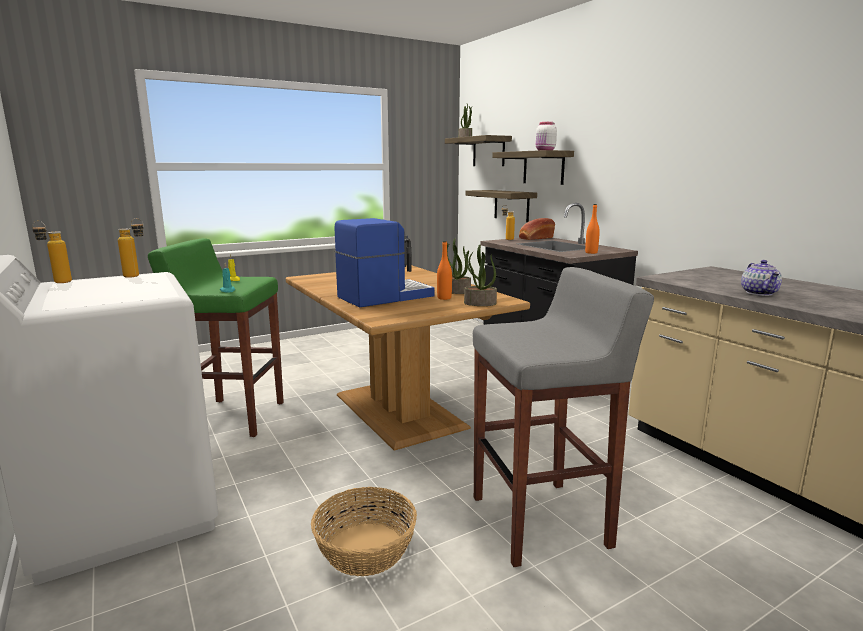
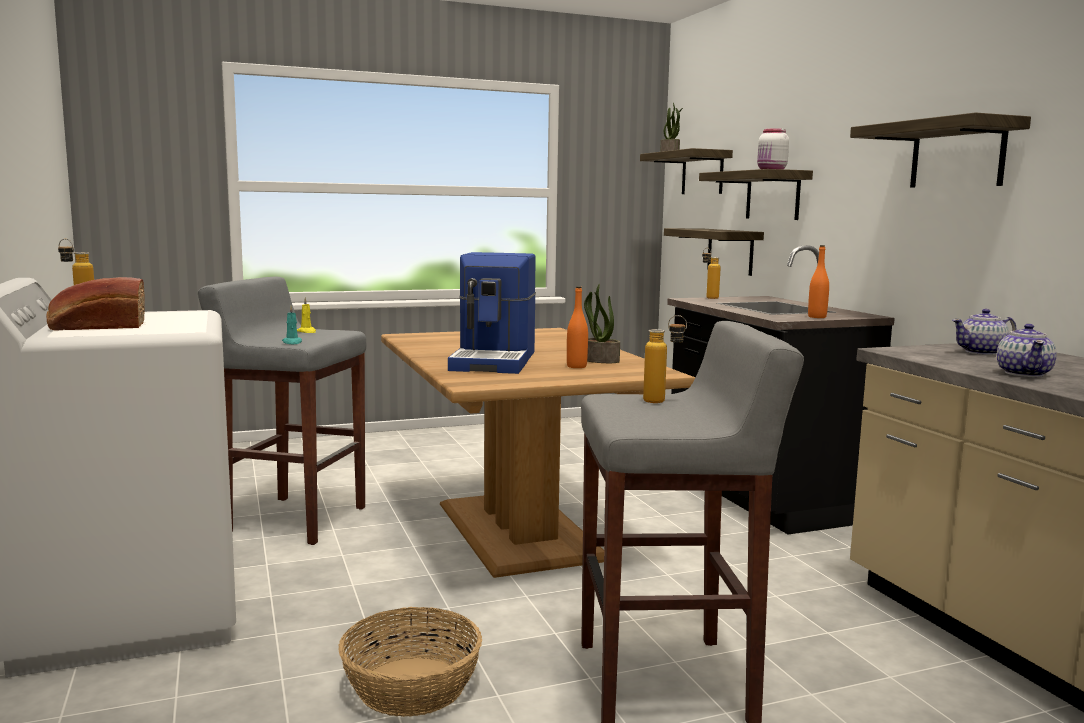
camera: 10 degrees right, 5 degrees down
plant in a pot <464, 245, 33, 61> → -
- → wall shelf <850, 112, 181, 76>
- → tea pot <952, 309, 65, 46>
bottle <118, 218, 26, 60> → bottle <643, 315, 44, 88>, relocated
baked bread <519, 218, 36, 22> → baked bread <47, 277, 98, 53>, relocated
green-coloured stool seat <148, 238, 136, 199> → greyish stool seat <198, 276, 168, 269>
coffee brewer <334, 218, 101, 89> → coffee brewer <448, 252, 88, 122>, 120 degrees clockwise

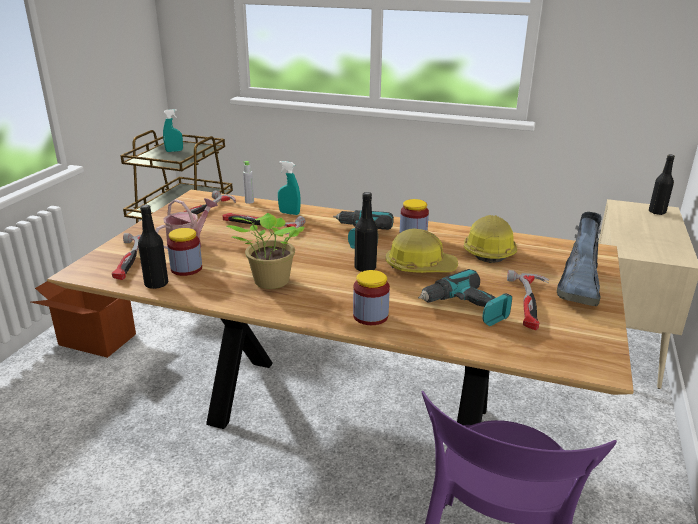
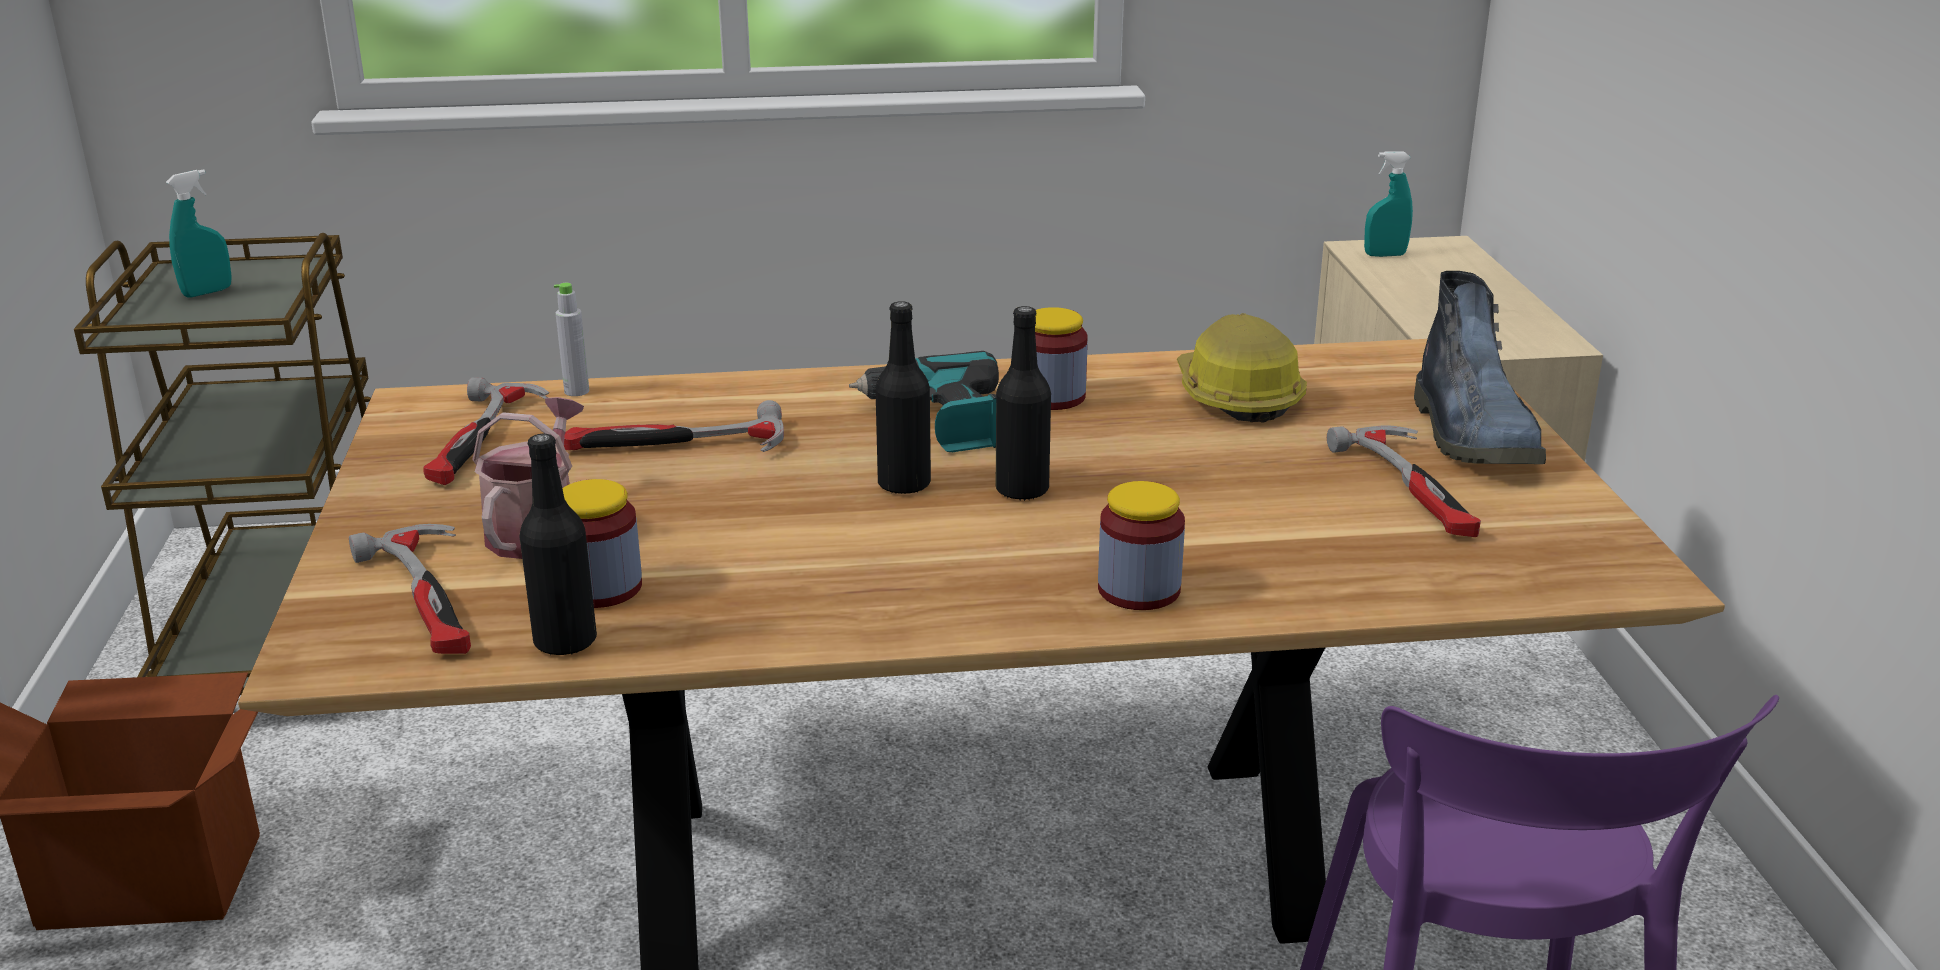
camera: 25 degrees left, 0 degrees up
plant in a pot <226, 213, 78, 76> → -
safety helmet <386, 229, 72, 44> → -
drill <418, 269, 94, 57> → -
blue-green spray bottle <278, 161, 23, 54> → blue-green spray bottle <1364, 151, 49, 106>, relocated
black bottle <649, 155, 26, 60> → black bottle <875, 301, 56, 193>, relocated

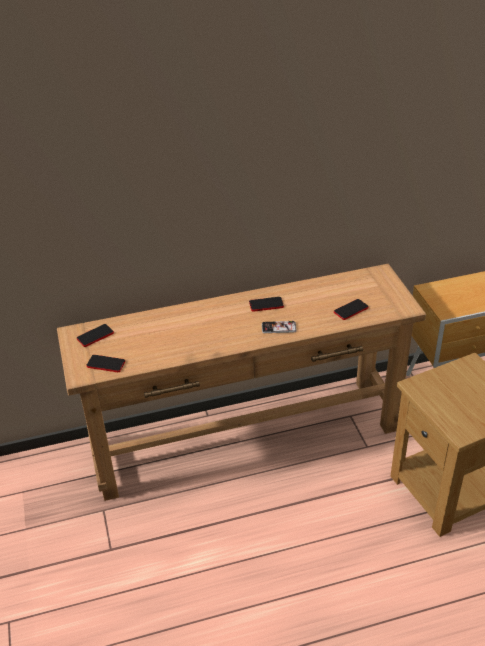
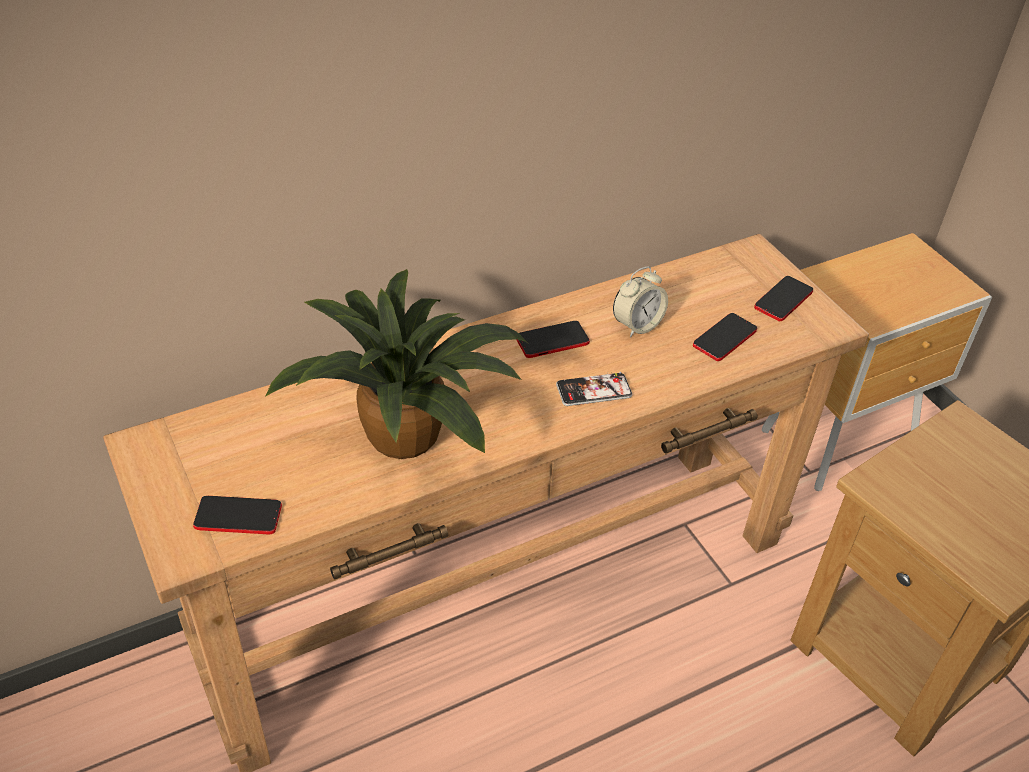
camera: 15 degrees left, 5 degrees up
- → plant in a pot <265, 269, 261, 190>
- → table clock <613, 266, 55, 71>
telephone <77, 324, 37, 23> → telephone <754, 276, 59, 45>, relocated

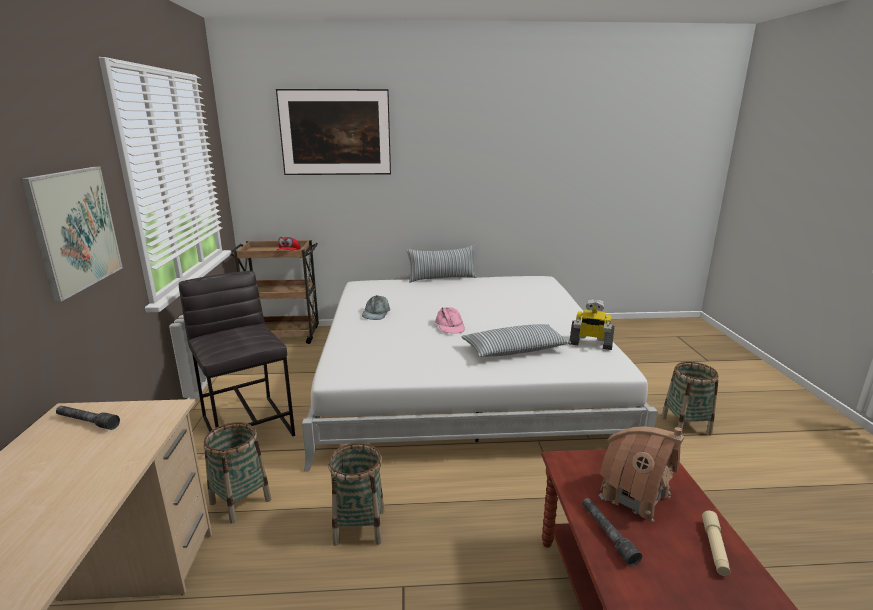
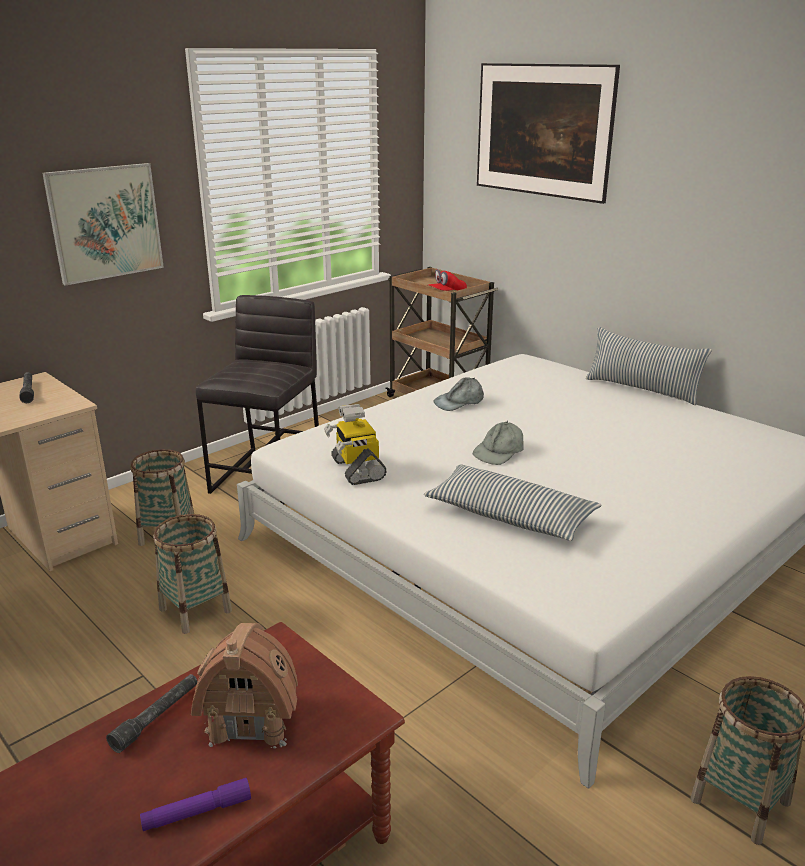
camera: 50 degrees right, 5 degrees up
robot figure <570, 299, 45, 51> → robot figure <324, 404, 63, 81>, relocated
pink-coloured peaked cap <435, 307, 30, 27> → greyish peaked cap <473, 421, 50, 44>
beige flashlight <702, 511, 28, 65> → purple flashlight <140, 778, 111, 53>

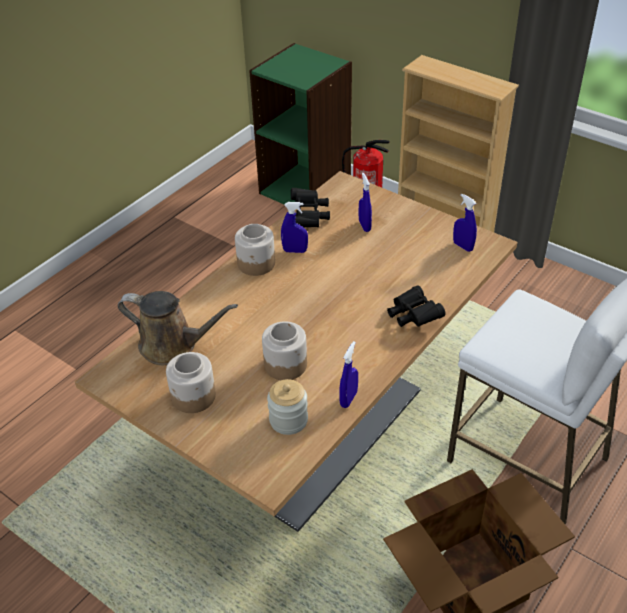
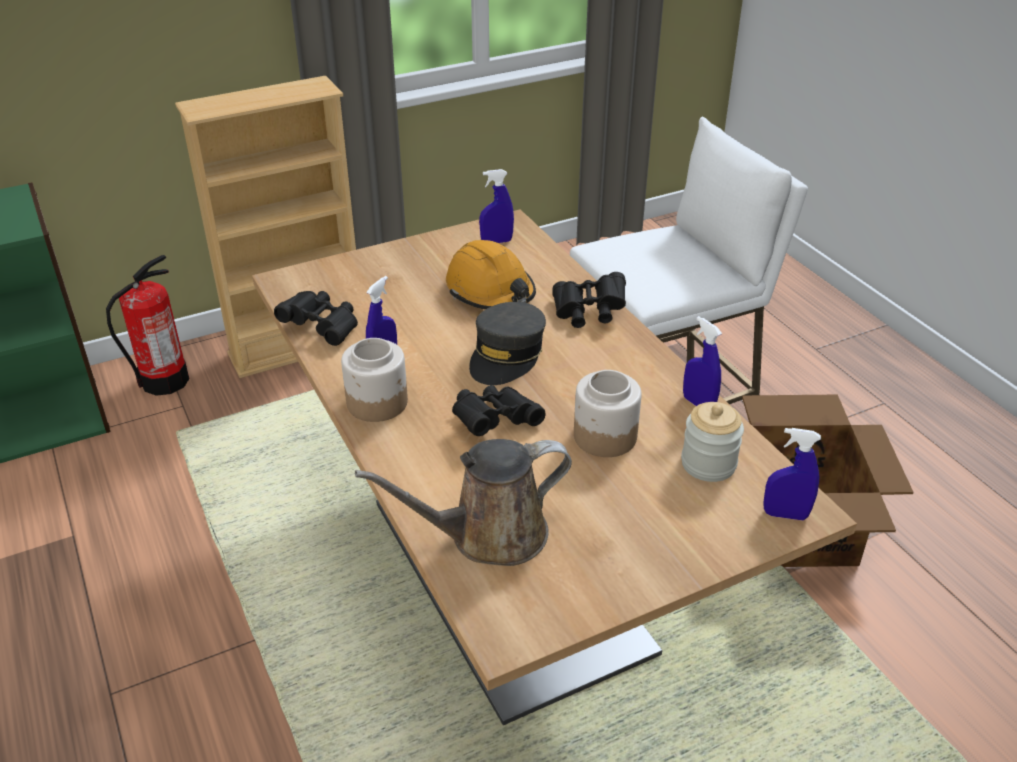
camera: 65 degrees left, 5 degrees down
preserve jar <166, 352, 50, 61> → -
- → orange-coloured safety helmet <446, 240, 90, 70>
- → black binoculars <452, 385, 93, 51>
- → greyish peaked cap <469, 302, 77, 83>
bluish spray bottle <359, 173, 13, 59> → bluish spray bottle <764, 428, 57, 92>, relocated
brown-coloured sprinkling can <118, 291, 120, 74> → brown-coloured sprinkling can <355, 439, 217, 127>, 150 degrees counterclockwise

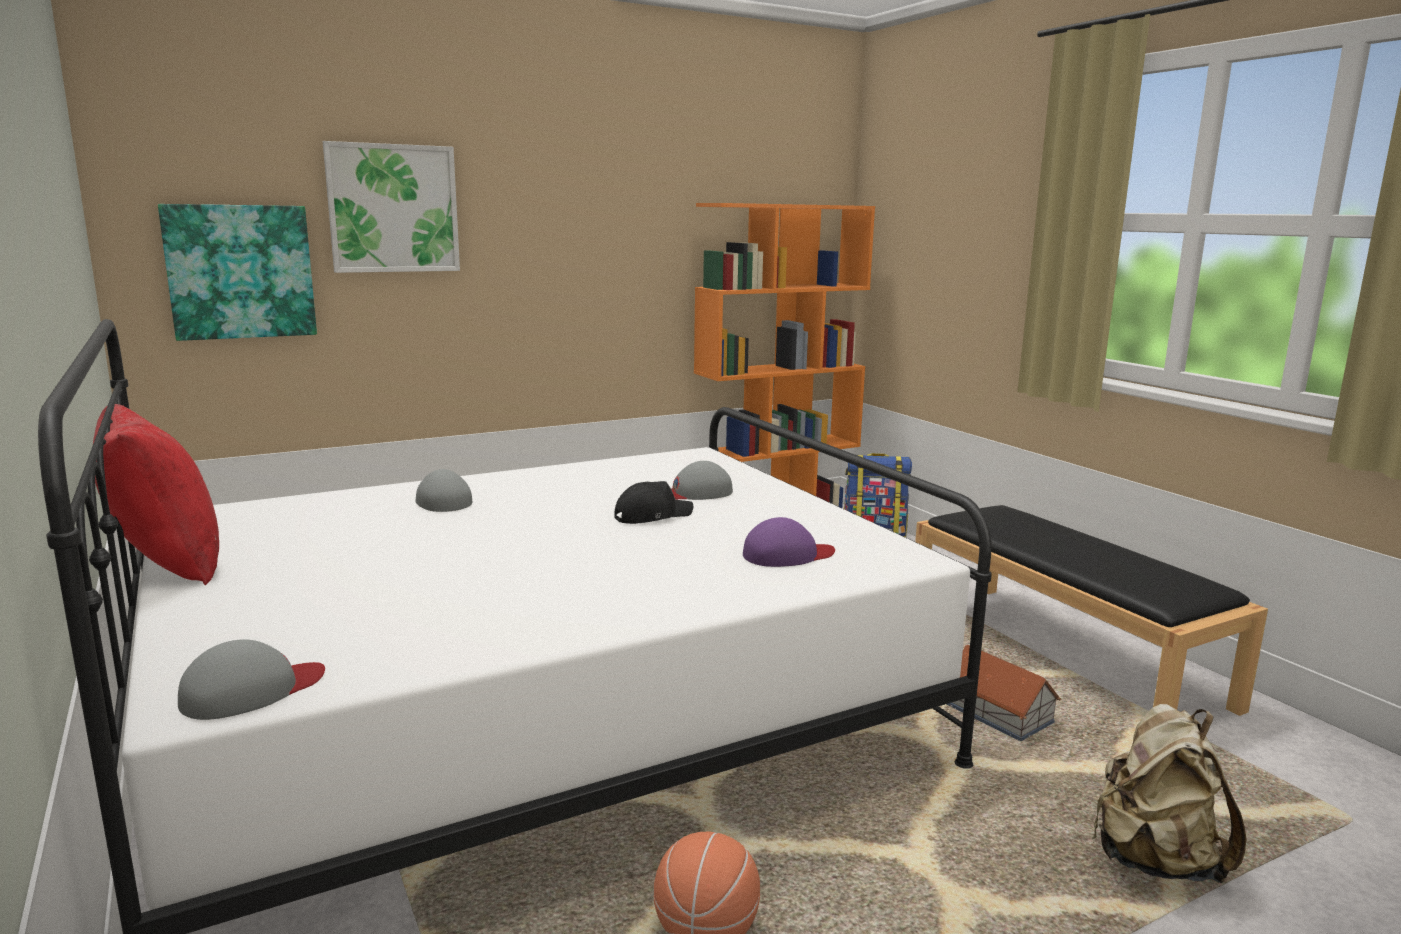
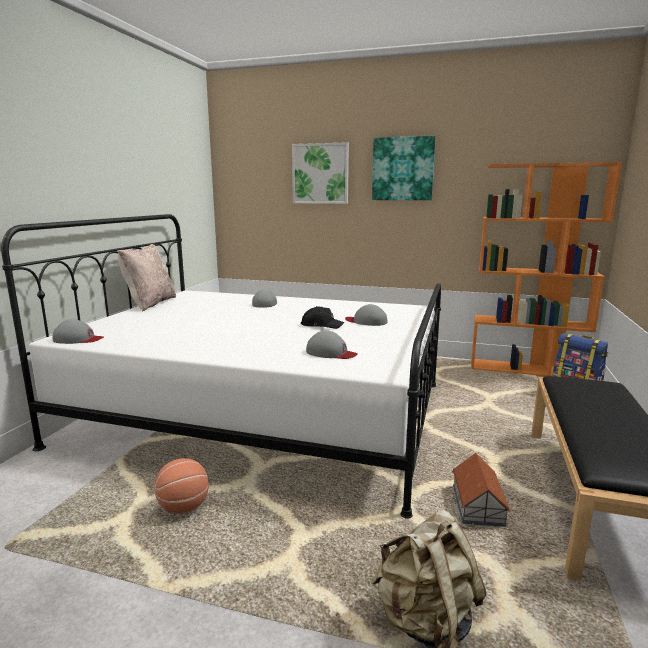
camera: 45 degrees right, 0 degrees up
wall art <158, 204, 159, 137> → wall art <372, 136, 64, 64>, relocated
red pillow <93, 404, 126, 181> → beige pillow <118, 244, 58, 68>
purple peaked cap <743, 517, 92, 50> → greyish peaked cap <306, 330, 52, 29>

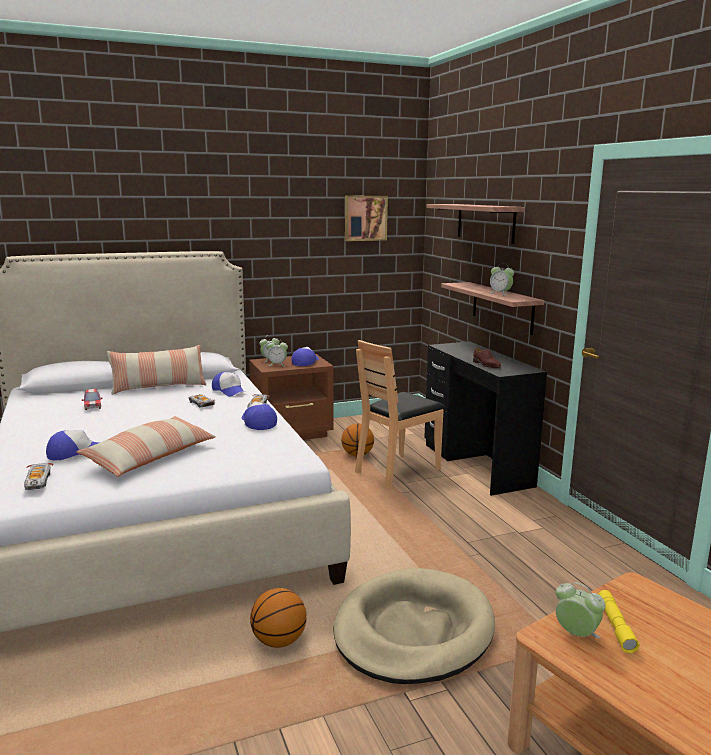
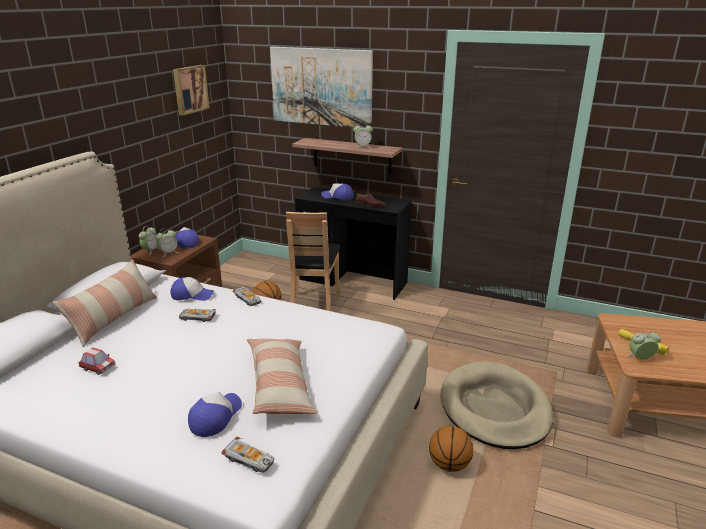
camera: 45 degrees left, 10 degrees up
peaked cap <242, 401, 35, 29> → peaked cap <321, 183, 33, 17>, relocated
wall shelf <426, 204, 99, 40> → wall art <270, 47, 103, 81>

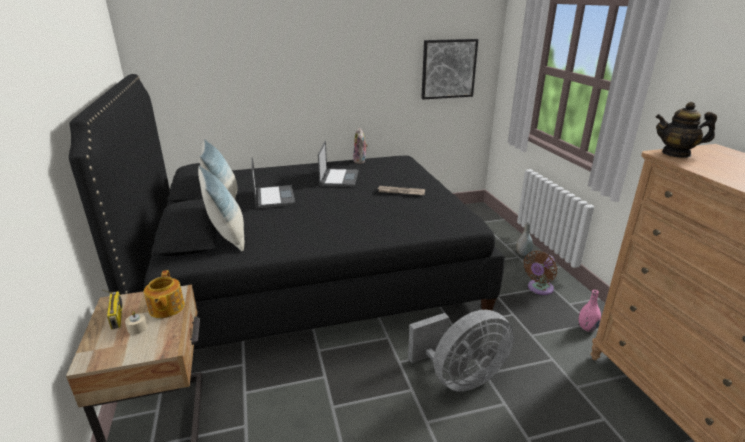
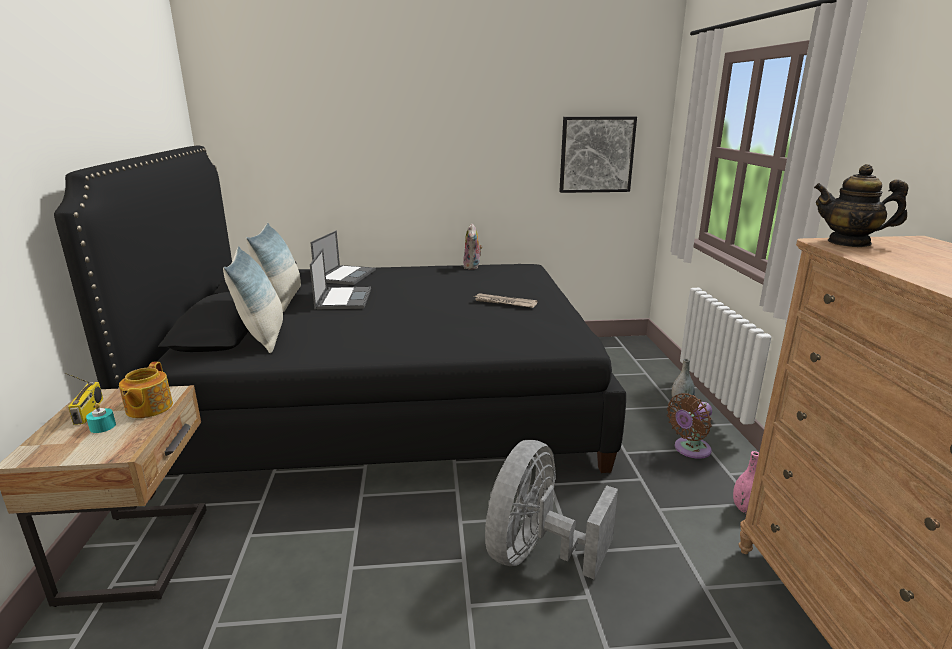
camera: 10 degrees right, 5 degrees down
notebook computer <318, 141, 41, 46> → notebook computer <310, 231, 66, 54>, relocated
beige wax candle <125, 311, 23, 24> → blue-green wax candle <86, 403, 30, 30>
greyish fan <408, 310, 106, 82> → greyish fan <485, 440, 133, 139>, 135 degrees clockwise

